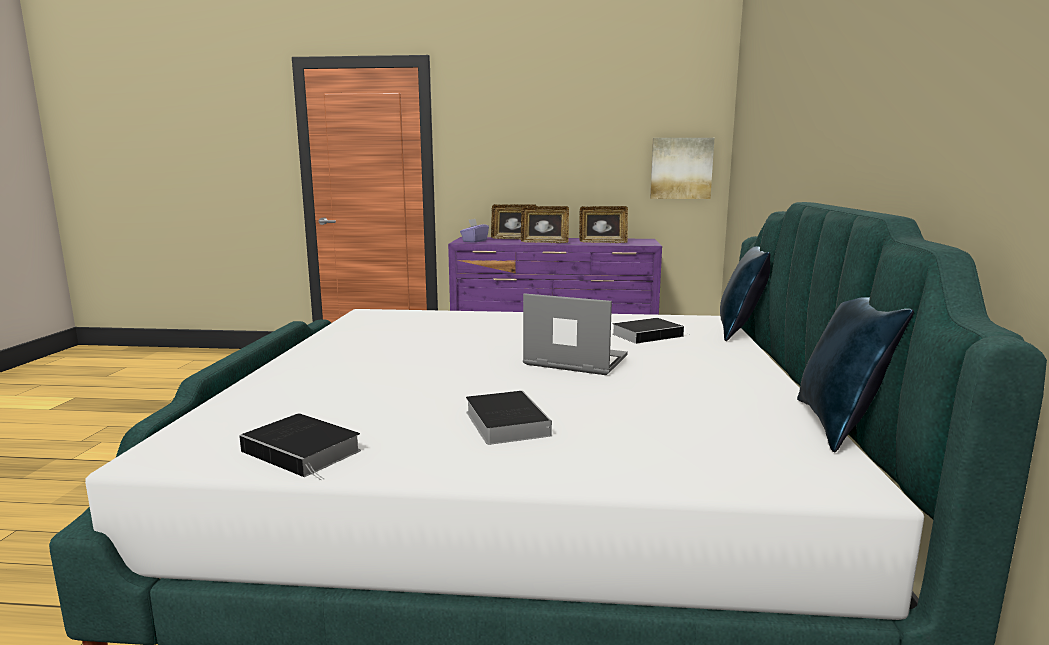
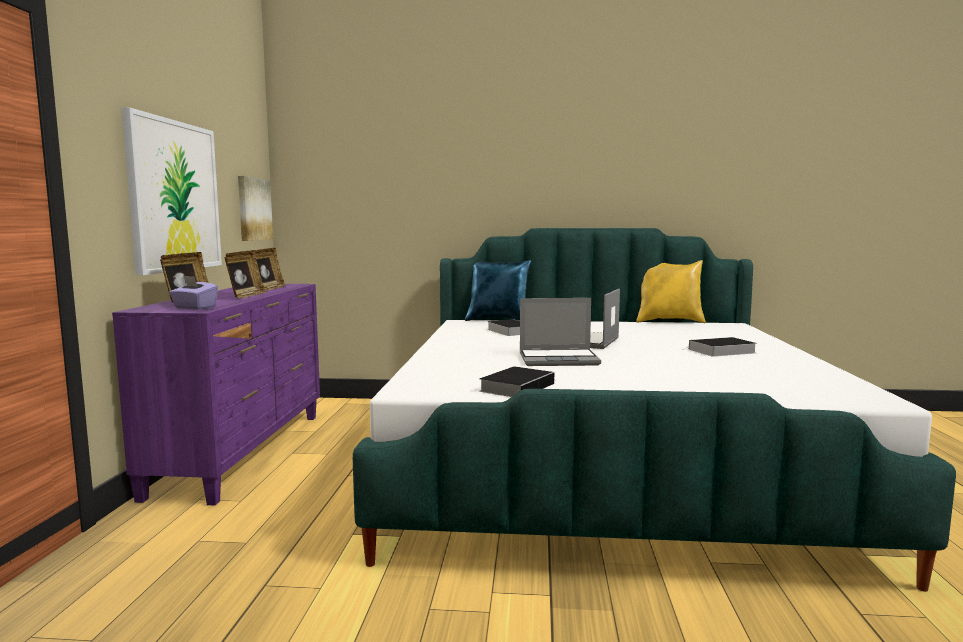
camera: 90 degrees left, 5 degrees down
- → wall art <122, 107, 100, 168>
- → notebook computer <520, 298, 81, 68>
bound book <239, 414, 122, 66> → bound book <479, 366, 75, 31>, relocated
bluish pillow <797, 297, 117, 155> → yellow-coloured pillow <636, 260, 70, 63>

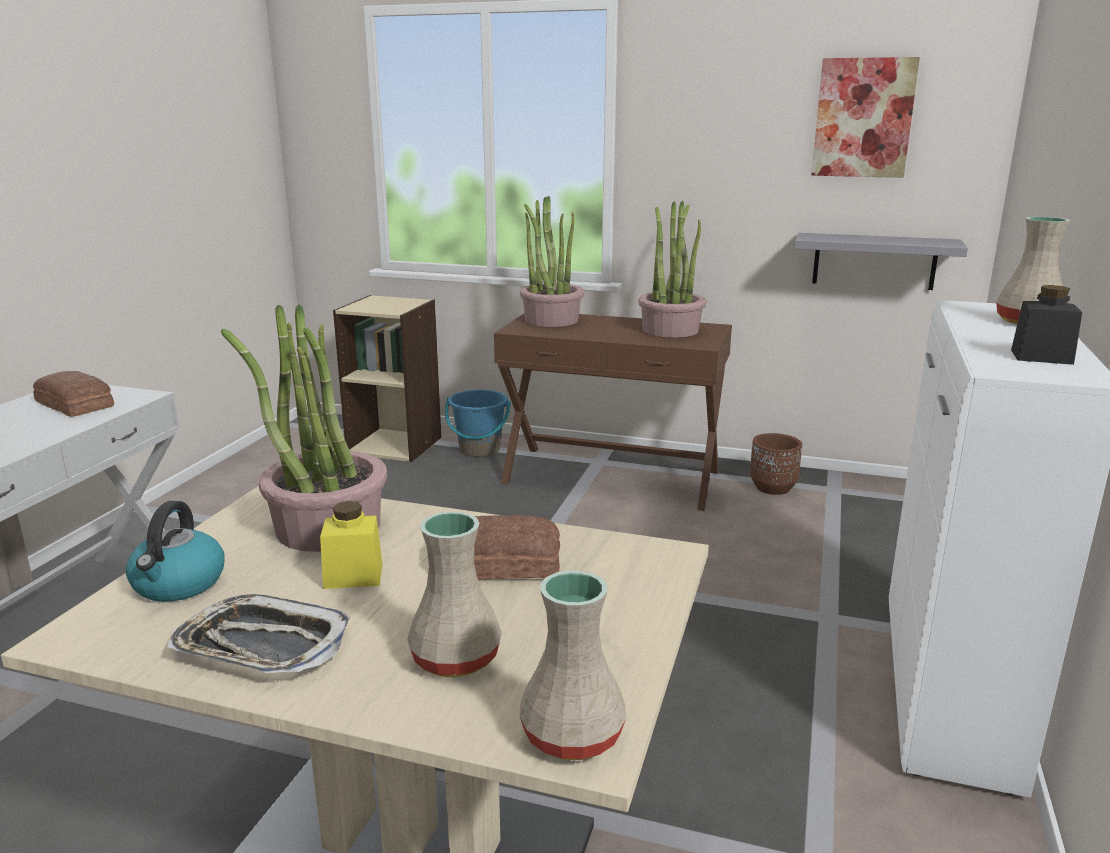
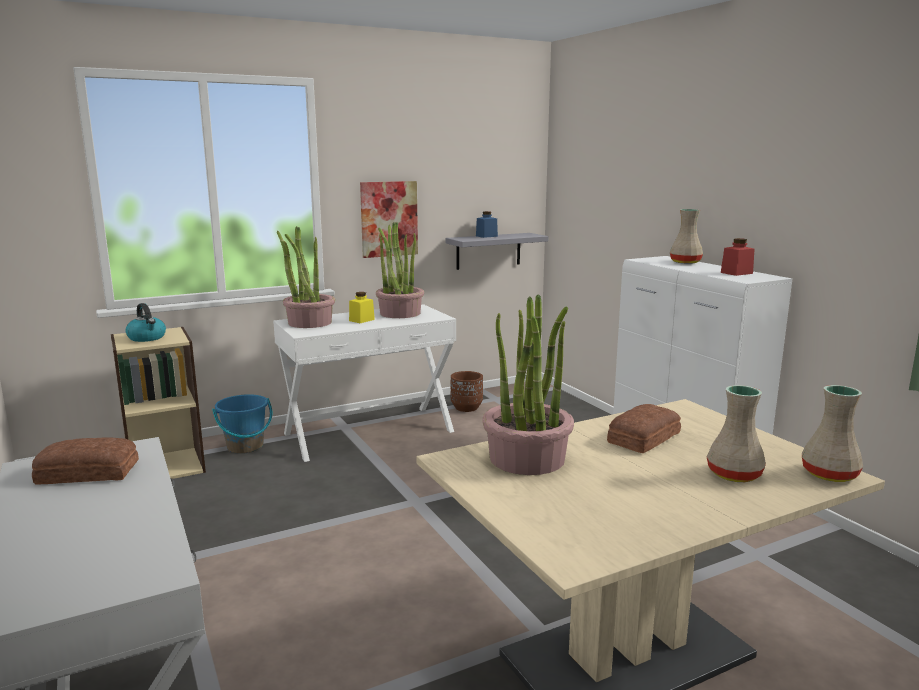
camera: 45 degrees left, 5 degrees down
tray <167, 594, 183, 79> → -
- → bluish preserve jar <476, 211, 22, 27>
tea kettle <126, 501, 98, 101> → tea kettle <125, 303, 41, 39>, relocated
yellow-coloured preserve jar <320, 501, 63, 88> → yellow-coloured preserve jar <349, 292, 26, 31>, relocated
wall art <812, 57, 108, 121> → wall art <360, 181, 58, 77>, relocated
brown-coloured narrow table <494, 314, 238, 197> → white narrow table <273, 304, 183, 158>
black preserve jar <1011, 285, 71, 80> → red preserve jar <721, 238, 33, 38>

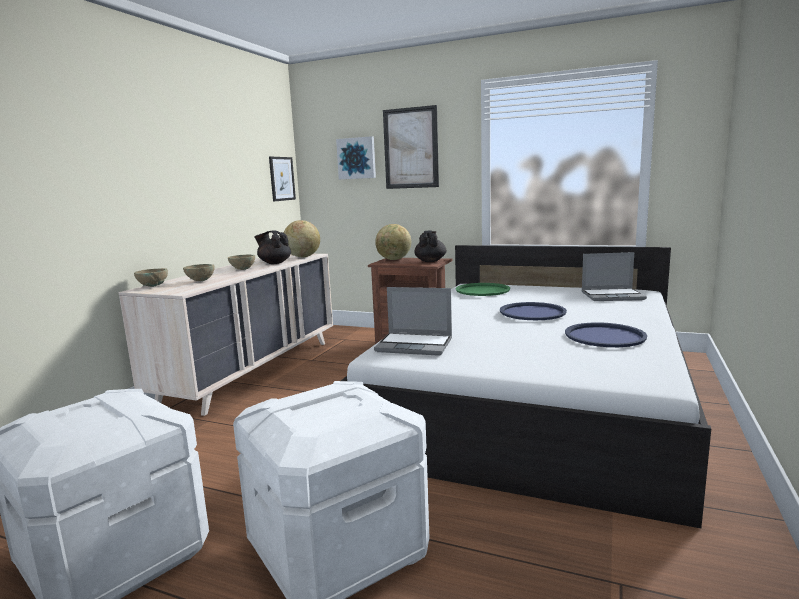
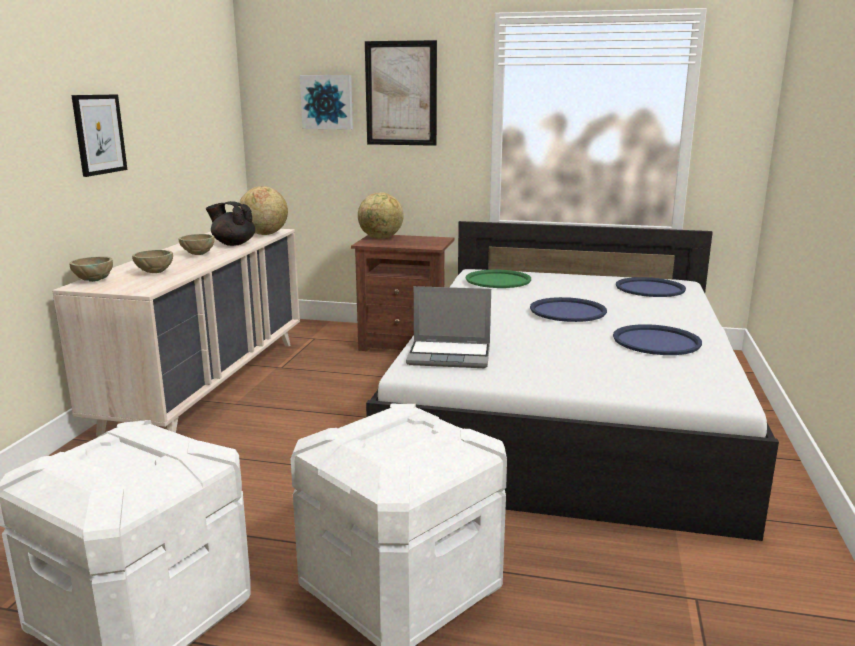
camera: 10 degrees left, 5 degrees up
black tea pot <414, 230, 32, 32> → -
wall art <269, 157, 27, 44> → wall art <71, 94, 56, 83>, relocated
notebook computer <582, 252, 65, 49> → bluish tray <616, 277, 70, 20>

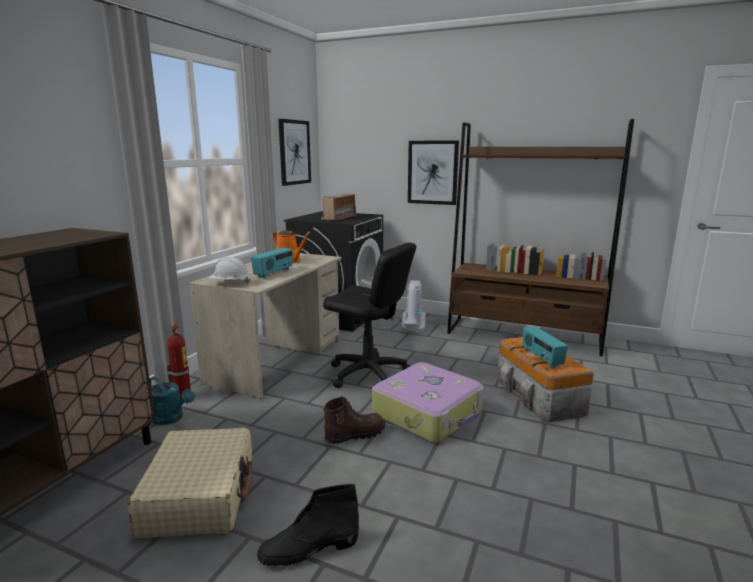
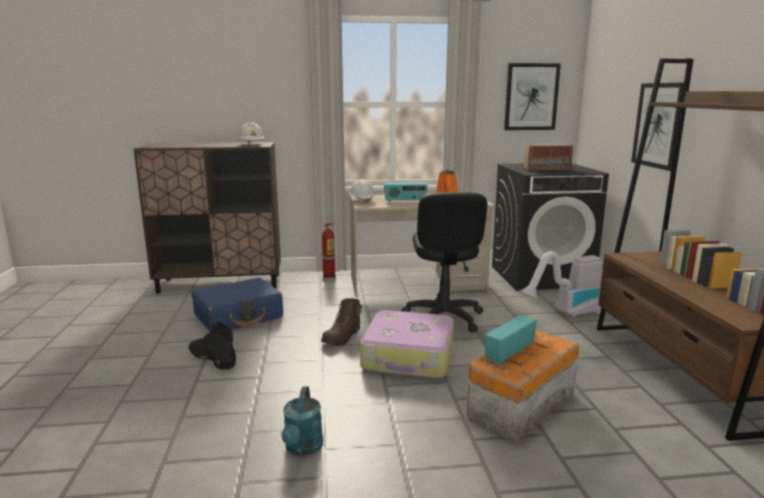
camera: 60 degrees right, 0 degrees up
- → white safety helmet <239, 122, 25, 21>
blue-green sprinkling can <149, 377, 45, 48> → blue-green sprinkling can <281, 386, 42, 70>, relocated
beige piece of luggage <128, 427, 124, 111> → bluish piece of luggage <192, 278, 91, 53>
brown-coloured boot <324, 396, 61, 48> → brown-coloured boot <321, 298, 41, 48>, 90 degrees clockwise

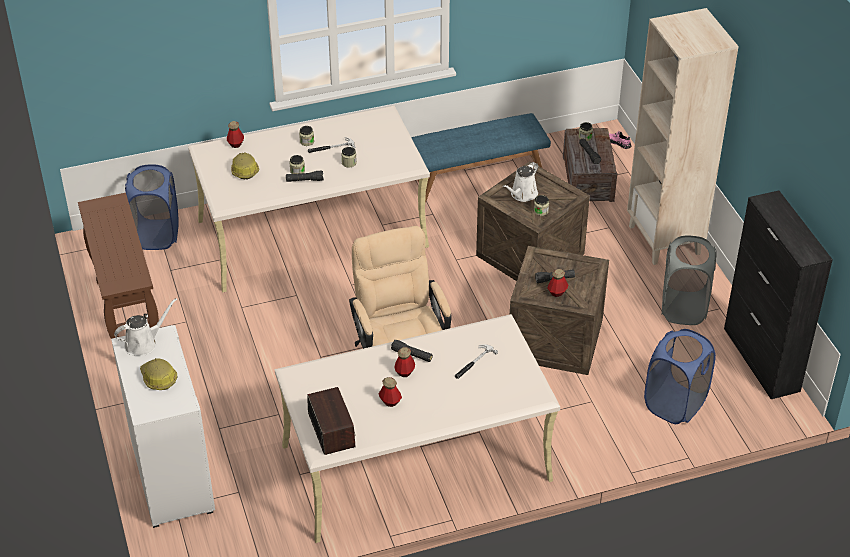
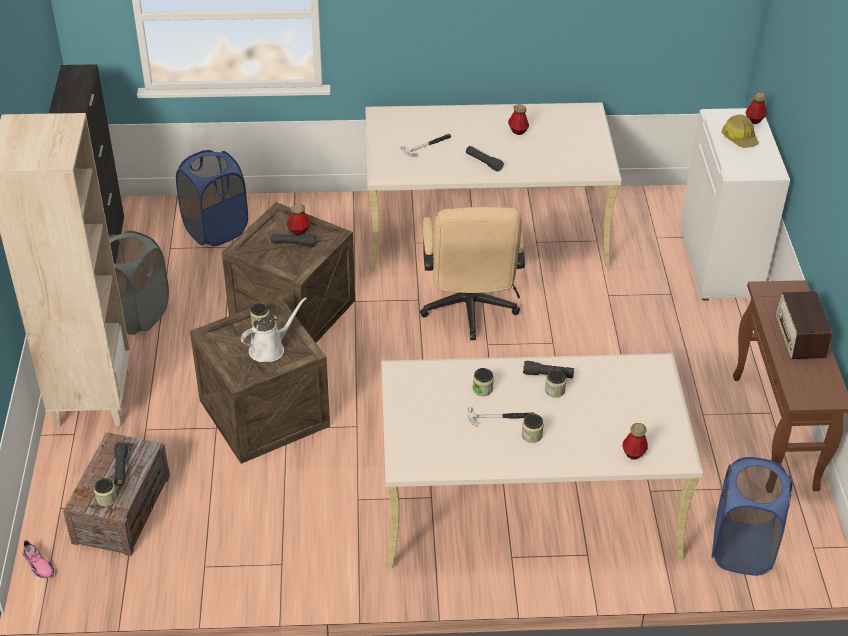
camera: 165 degrees left, 0 degrees up
white sprinkling can <114, 298, 63, 58> → -
safety helmet <231, 152, 28, 28> → -
bluish long seat <411, 113, 140, 90> → -
radio <307, 387, 49, 68> → radio <776, 291, 56, 68>, relocated
bottle <394, 347, 21, 30> → bottle <745, 92, 22, 32>, relocated

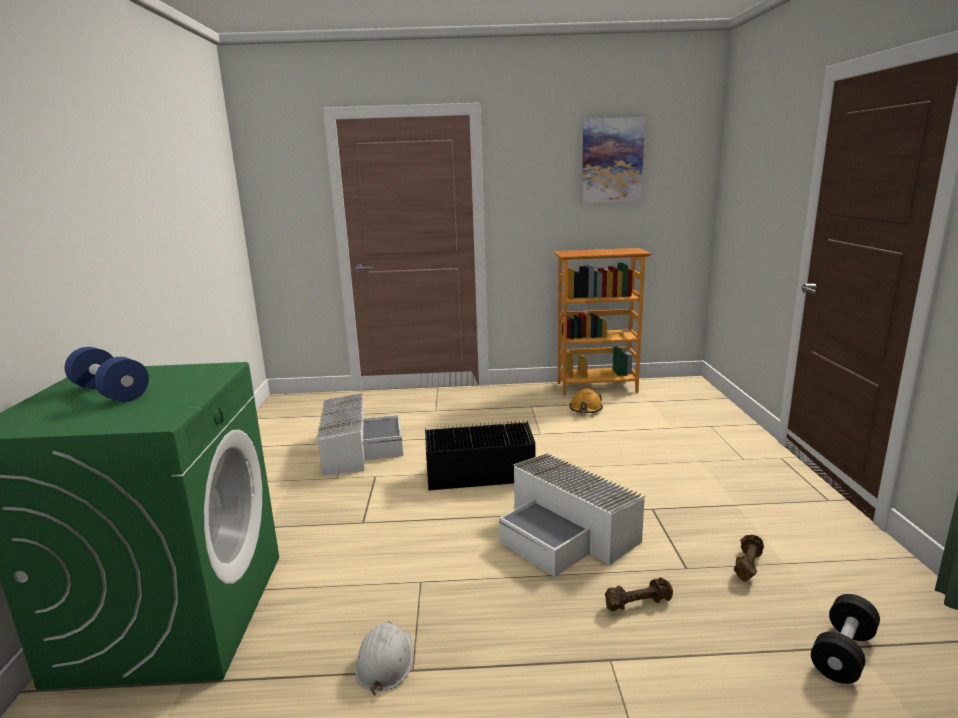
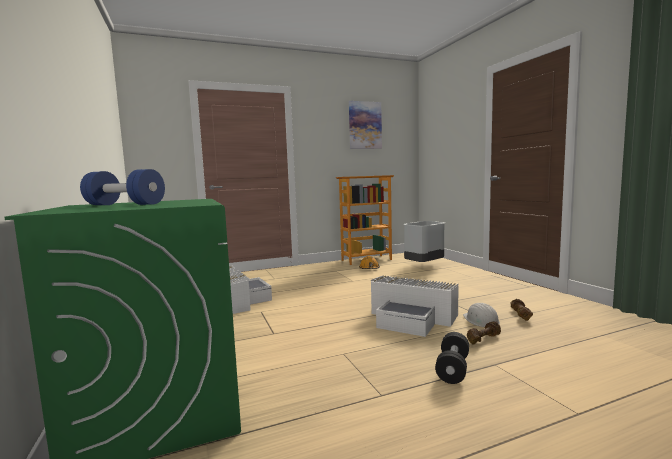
camera: 20 degrees left, 10 degrees down
black storage bin <425, 421, 110, 69> → -
- → greyish waste bin <403, 221, 42, 41>
white safety helmet <355, 622, 58, 74> → white safety helmet <463, 303, 37, 24>, relocated
black dumbbell <811, 594, 69, 90> → black dumbbell <435, 332, 34, 52>, relocated

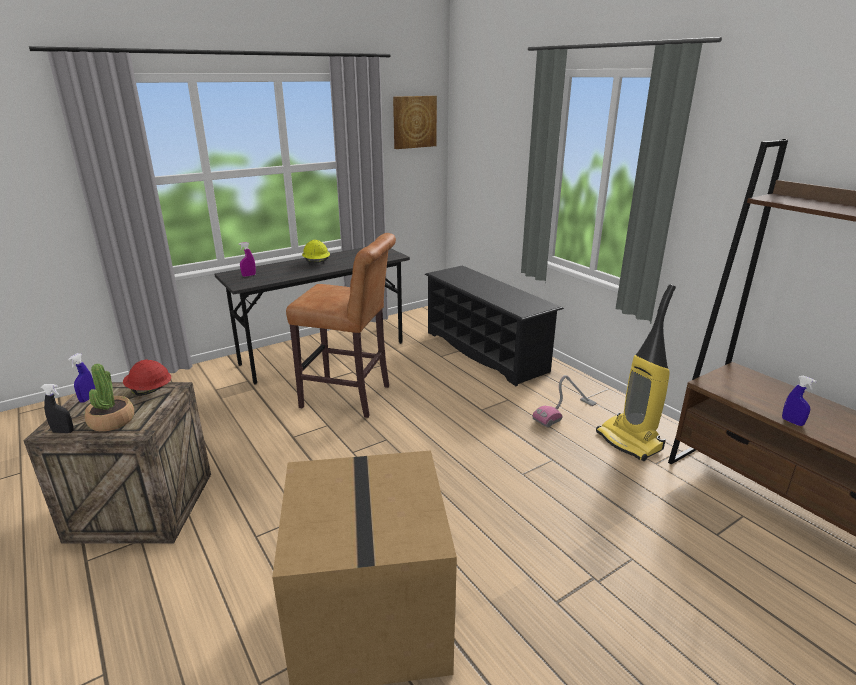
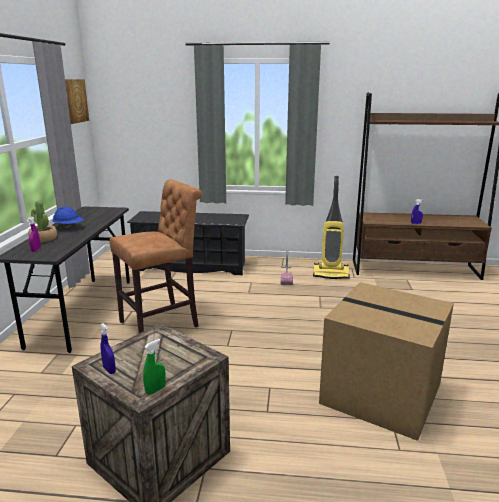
camera: 50 degrees left, 5 degrees down
red safety helmet <123, 359, 48, 37> → -
plant in a pot <85, 364, 49, 67> → plant in a pot <28, 200, 29, 42>, relocated
black spray bottle <41, 384, 33, 49> → green-coloured spray bottle <143, 339, 23, 56>
yellow-coloured safety helmet <302, 240, 28, 23> → bluish safety helmet <52, 207, 32, 22>

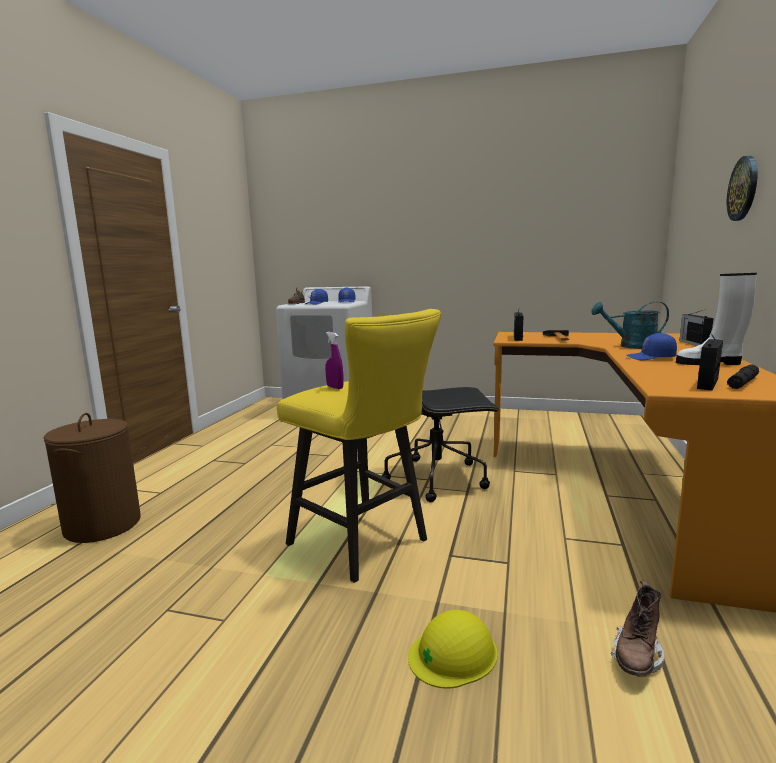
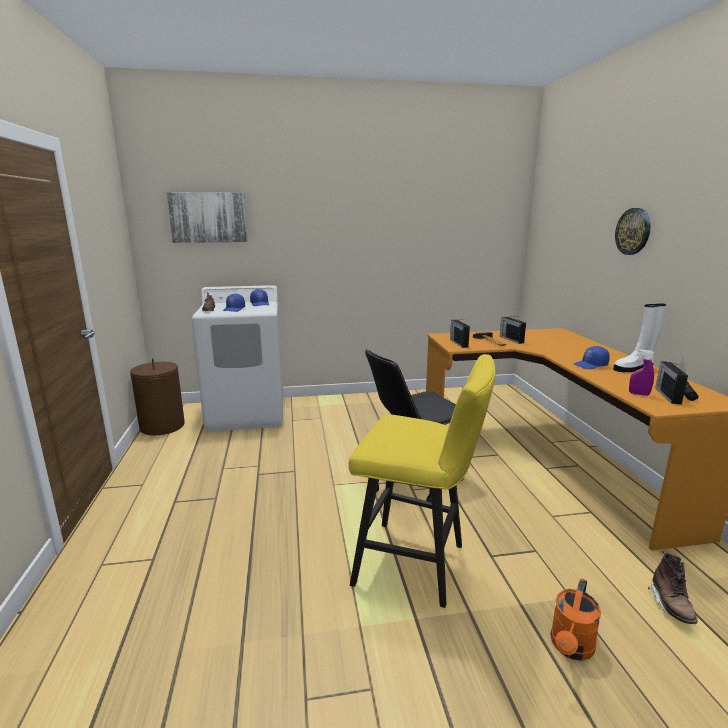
camera: 25 degrees left, 5 degrees up
blue-green sprinkling can <591, 302, 78, 47> → -
- → wall art <167, 192, 81, 51>
brown-coloured washing basket <44, 413, 97, 130> → brown-coloured washing basket <130, 358, 55, 77>, relocated
purple spray bottle <325, 332, 19, 57> → purple spray bottle <629, 349, 26, 47>, relocated
radio <680, 309, 34, 37> → radio <500, 316, 26, 28>, relocated
yellow-coloured safety helmet <408, 610, 90, 79> → orange-coloured sprinkling can <550, 578, 51, 83>

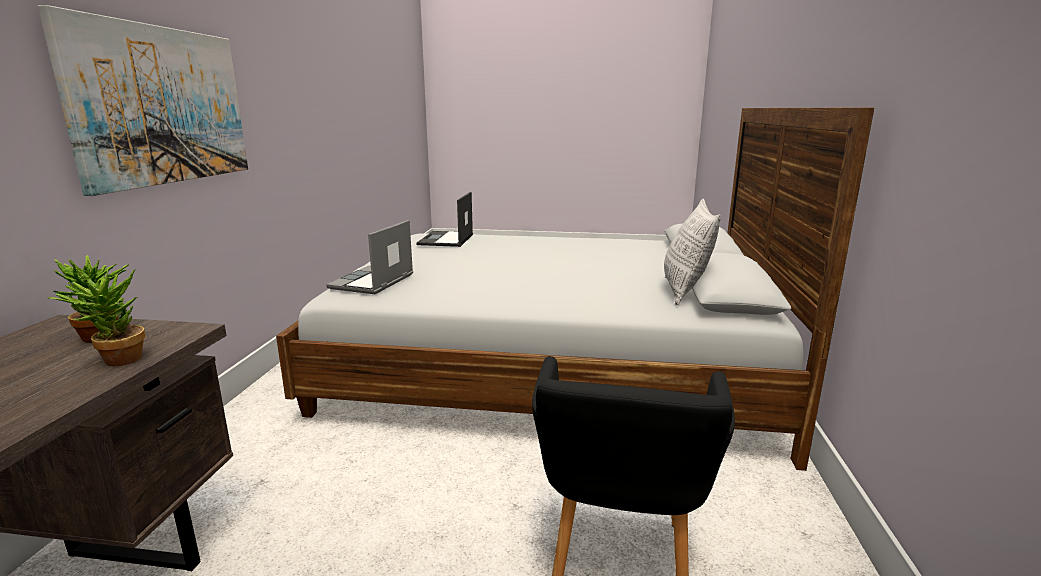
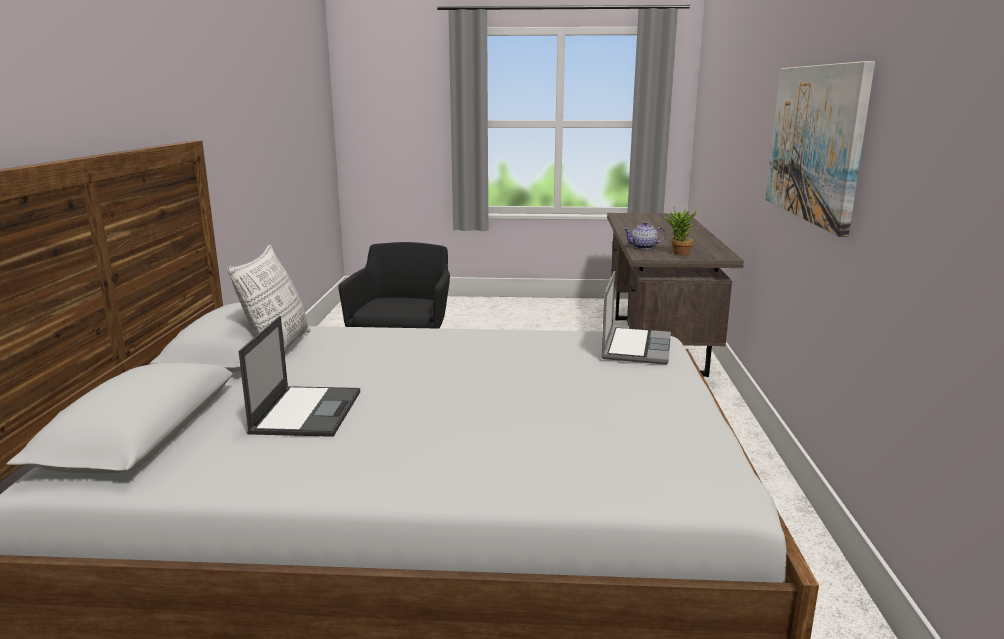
camera: 175 degrees right, 0 degrees up
notebook computer <416, 192, 57, 55> → notebook computer <239, 316, 121, 121>, relocated
plant in a pot <47, 269, 98, 97> → tea pot <624, 222, 42, 27>

